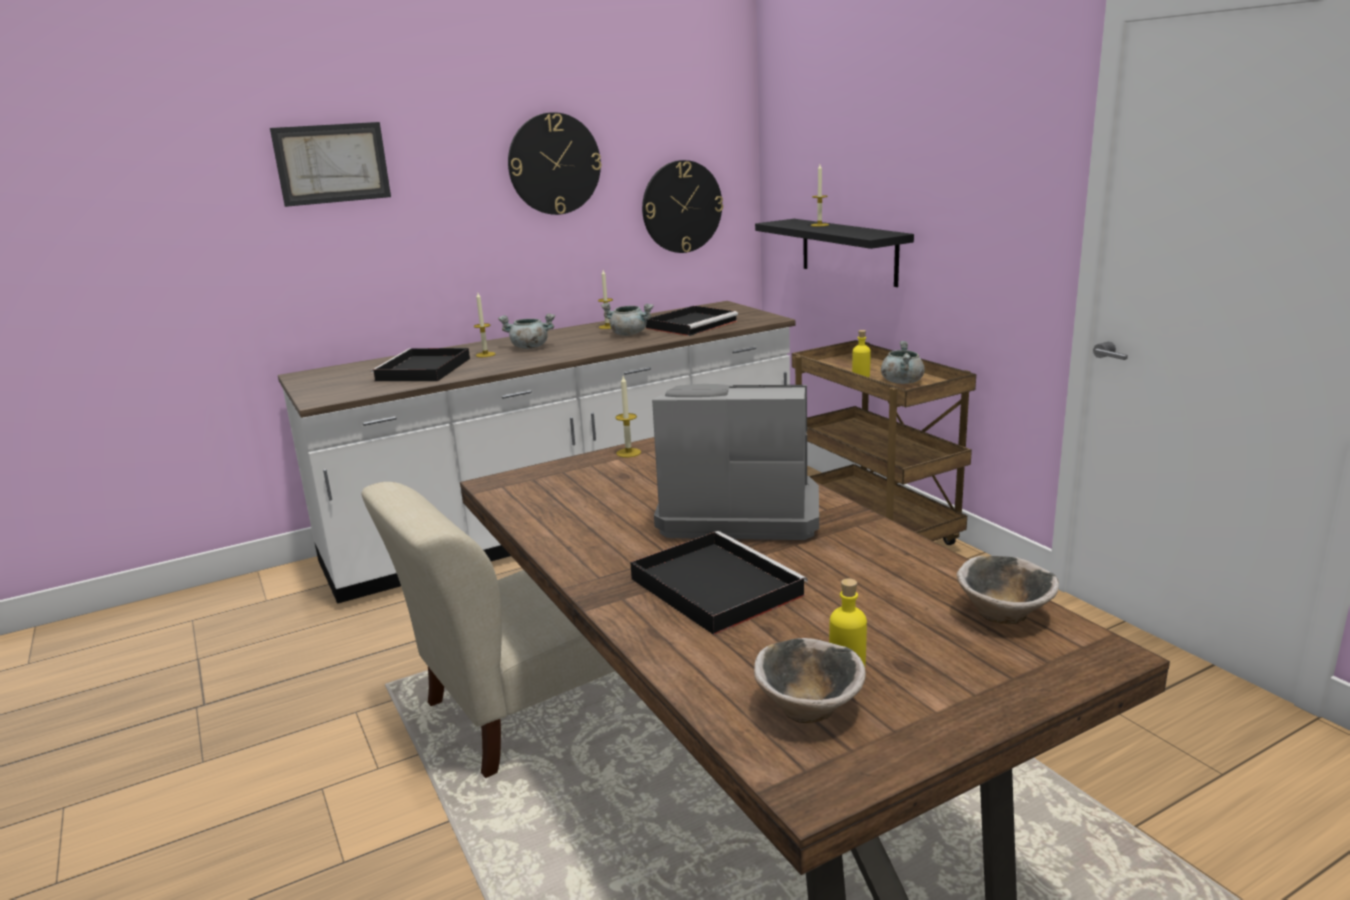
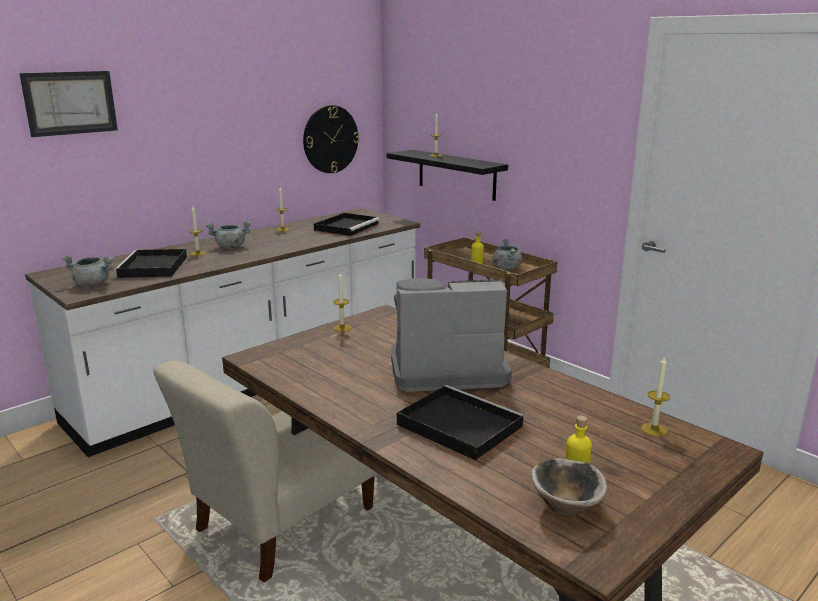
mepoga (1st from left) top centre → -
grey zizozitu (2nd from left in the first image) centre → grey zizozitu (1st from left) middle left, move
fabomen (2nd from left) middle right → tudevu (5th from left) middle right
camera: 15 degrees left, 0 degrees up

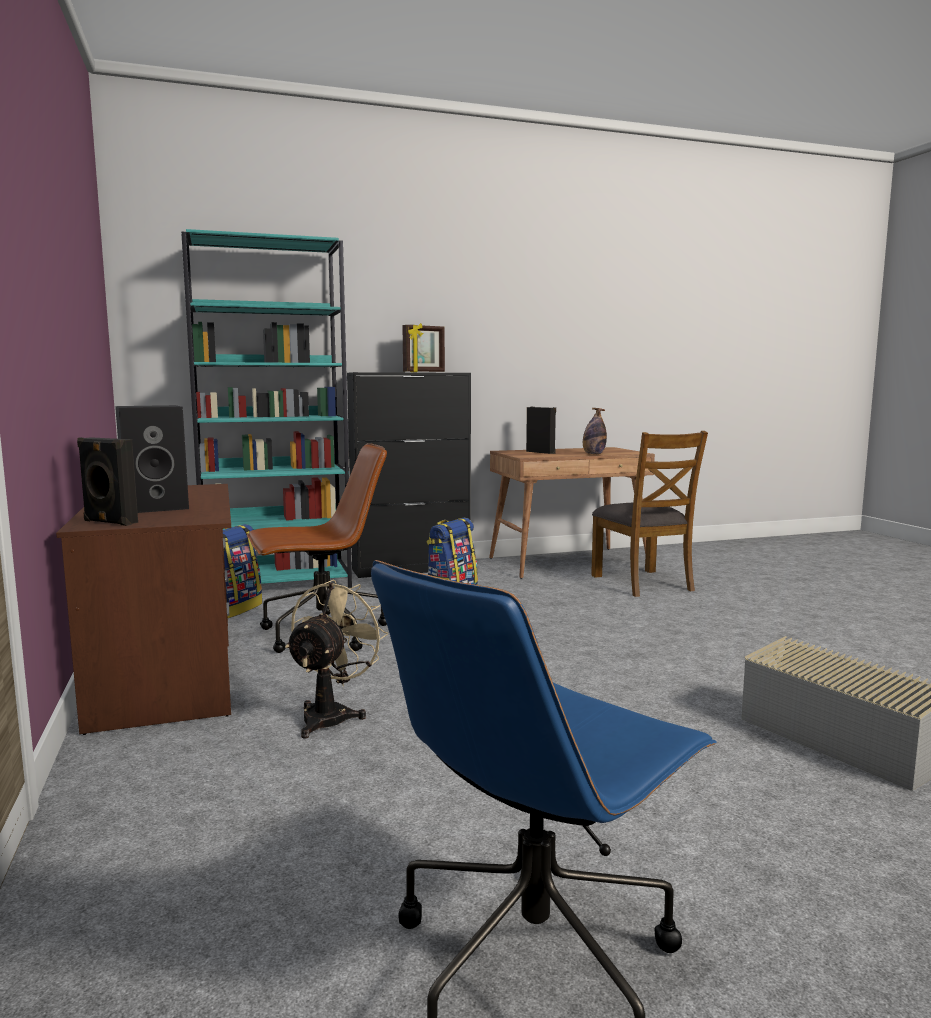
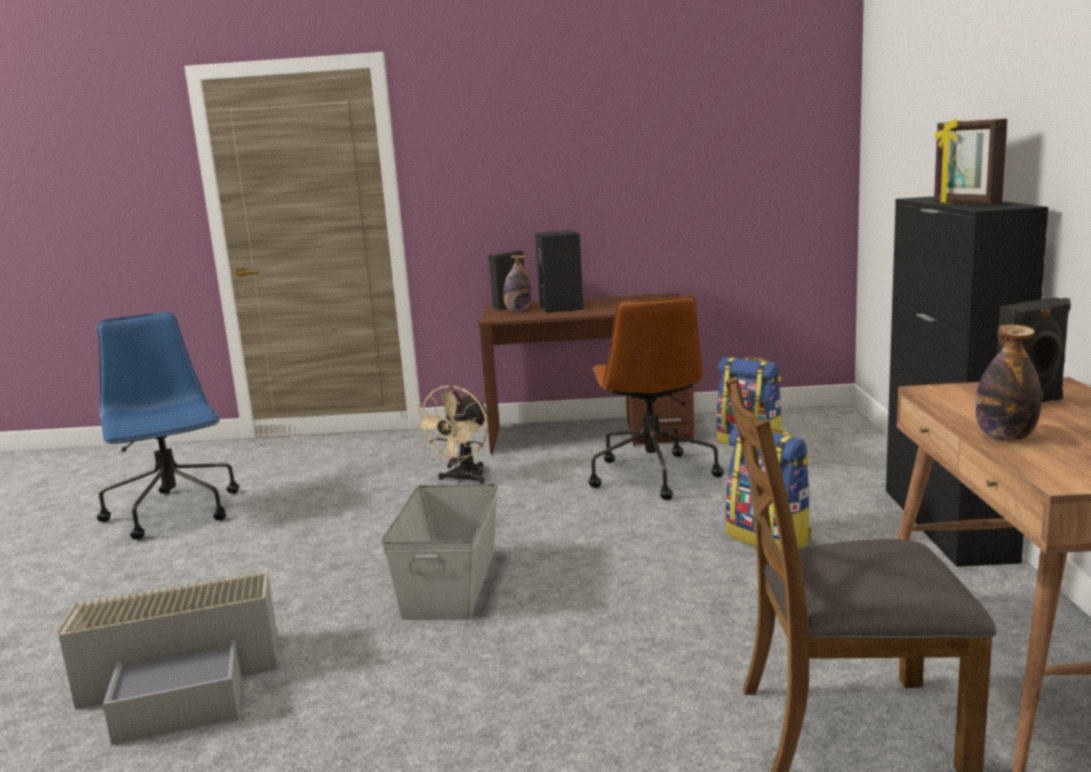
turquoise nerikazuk middle left → -
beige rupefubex centre, 75 degrees clockwise
- → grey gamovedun (2nd from left) bottom centre
- → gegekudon (1st from left) centre
camera: 110 degrees right, 5 degrees up

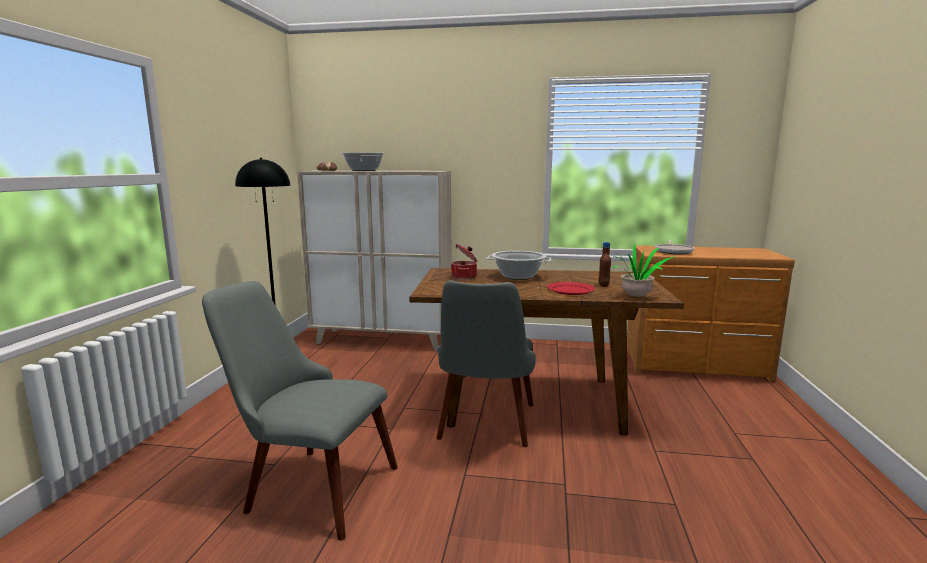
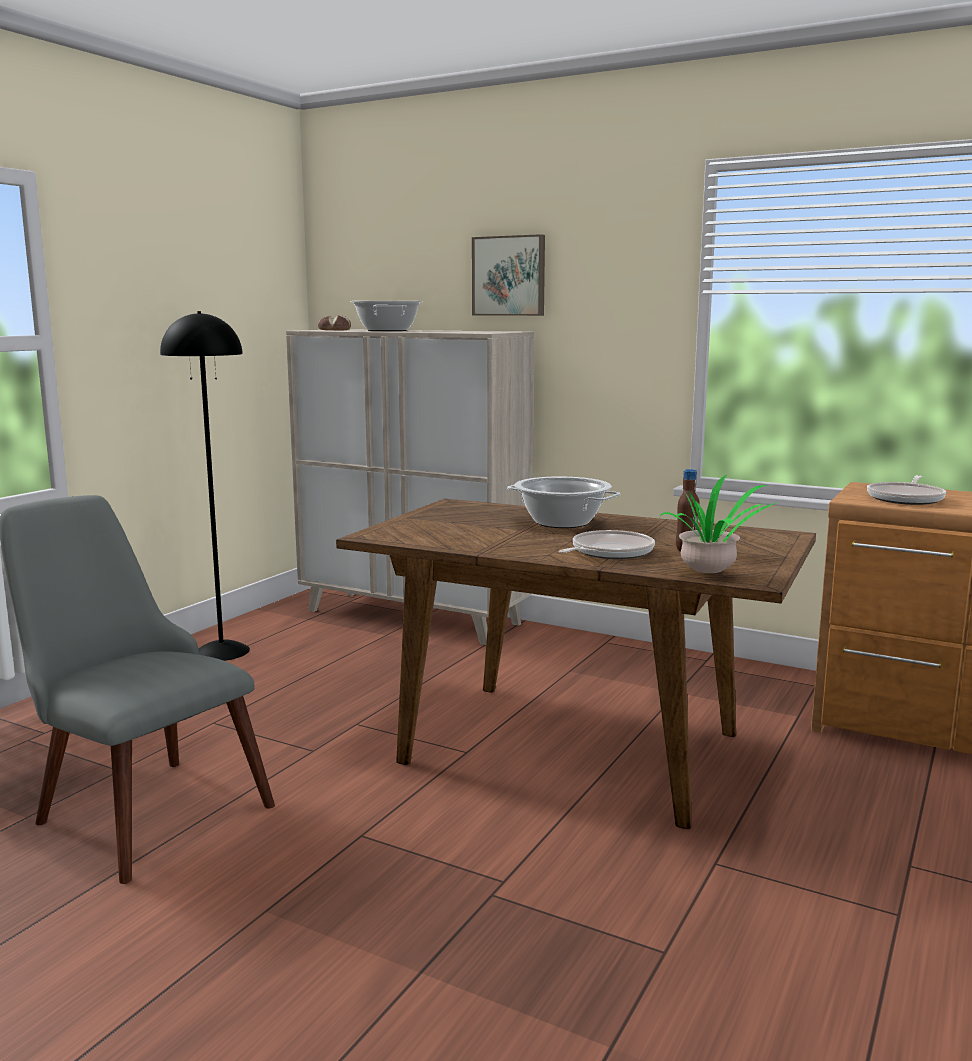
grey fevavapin (2nd from left) centre → -
zizozitu (2nd from left) centre → -
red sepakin centre → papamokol (1st from left) centre
- → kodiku top centre
camera: 20 degrees right, 0 degrees up

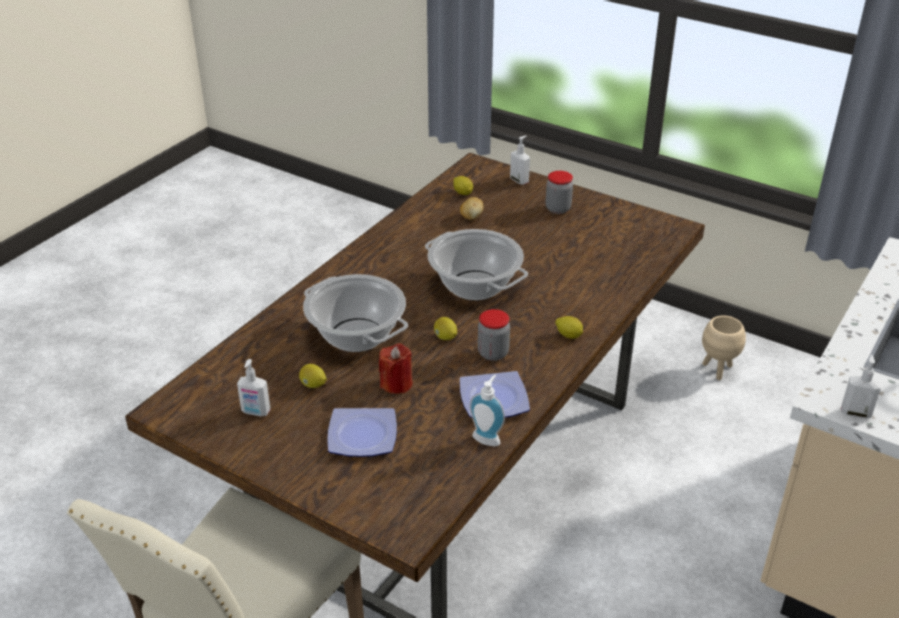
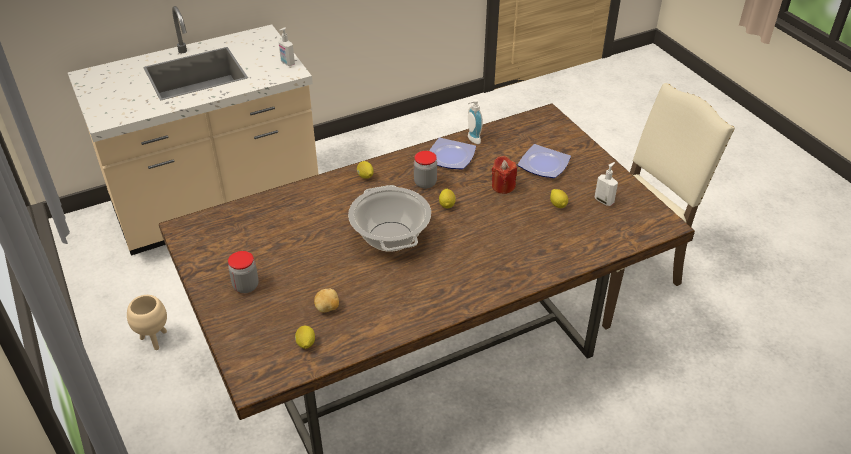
zizozitu (1st from left) centre → -
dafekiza (3rd from left) top centre → -
camera: 150 degrees left, 5 degrees up

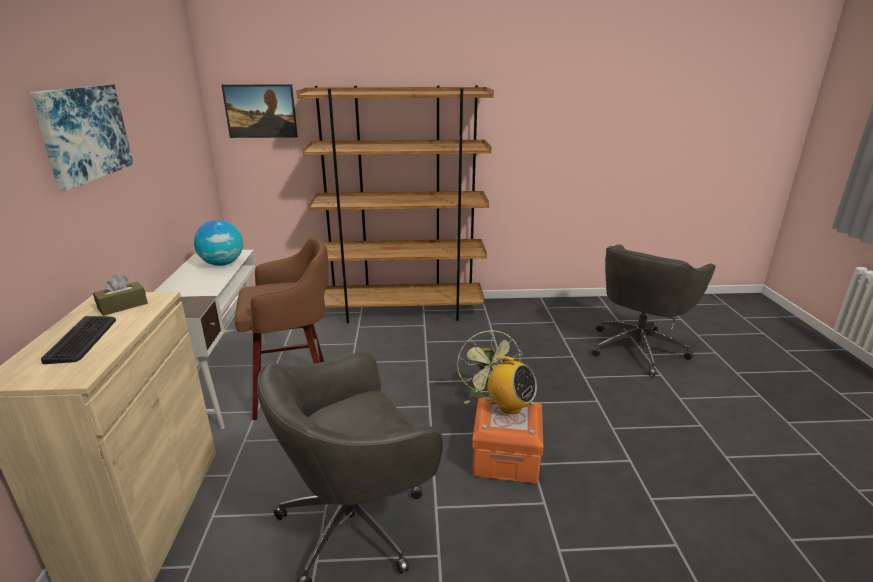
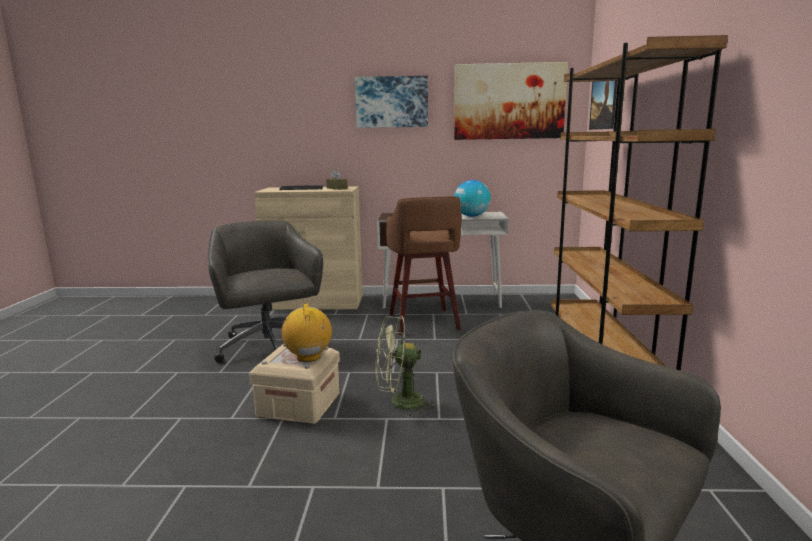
orange gamovedun bottom centre → beige gamovedun bottom centre
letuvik centre, 120 degrees clockwise
- → kodiku (2nd from left) top centre
camera: 95 degrees right, 10 degrees down

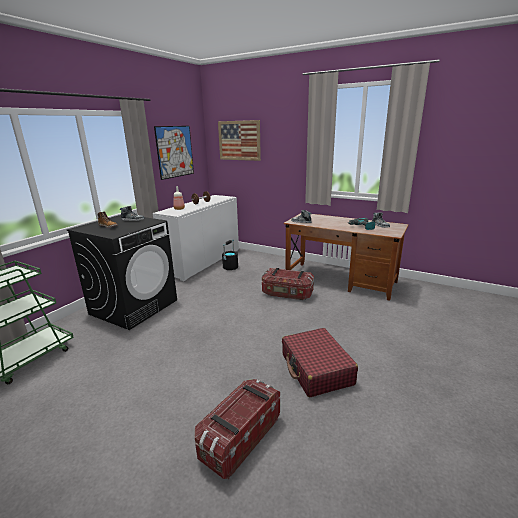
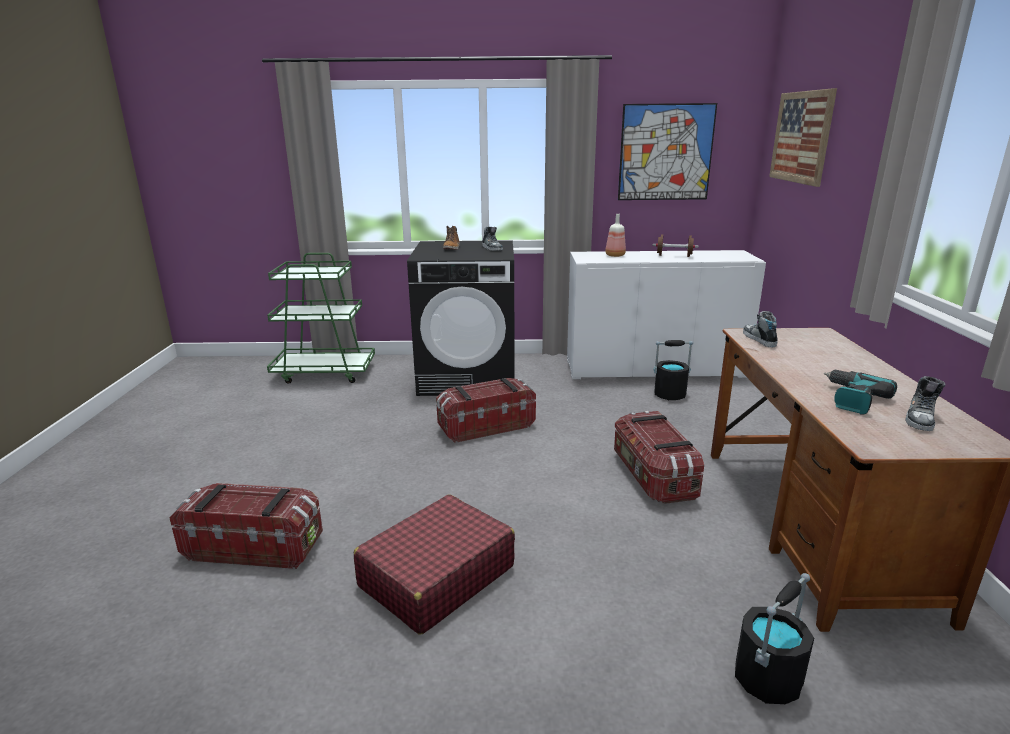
- → gamovedun (2nd from left) centre
- → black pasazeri (2nd from left) bottom right
camera: 60 degrees right, 0 degrees up

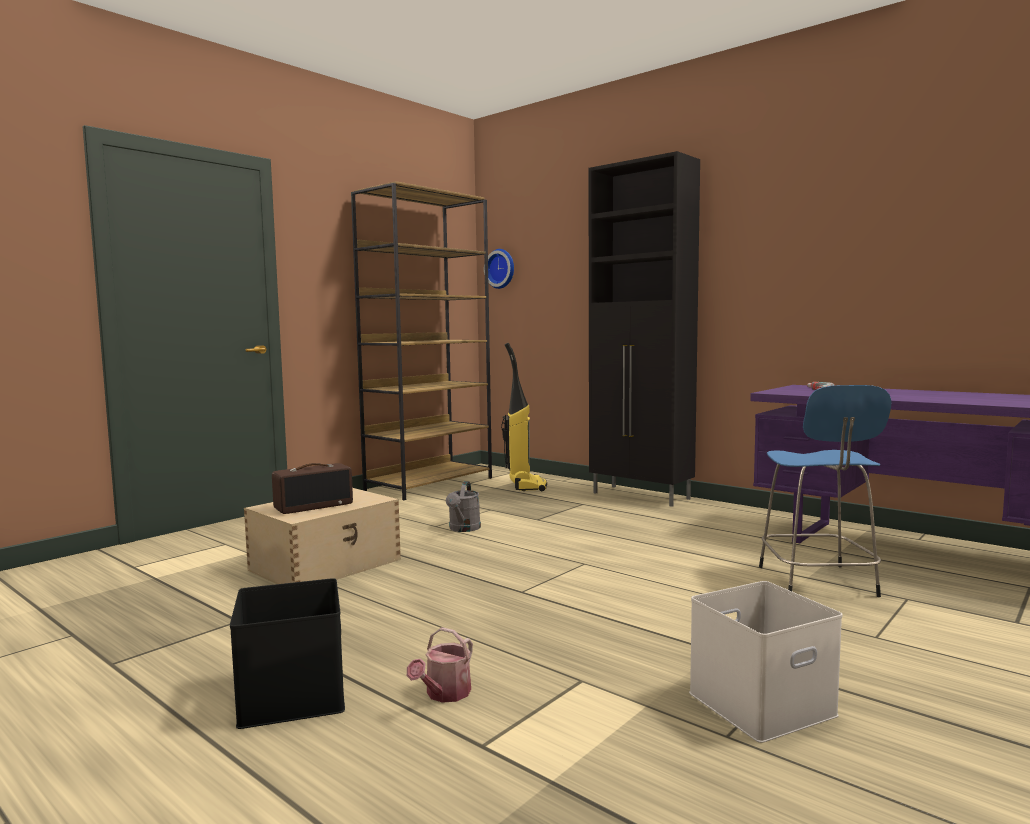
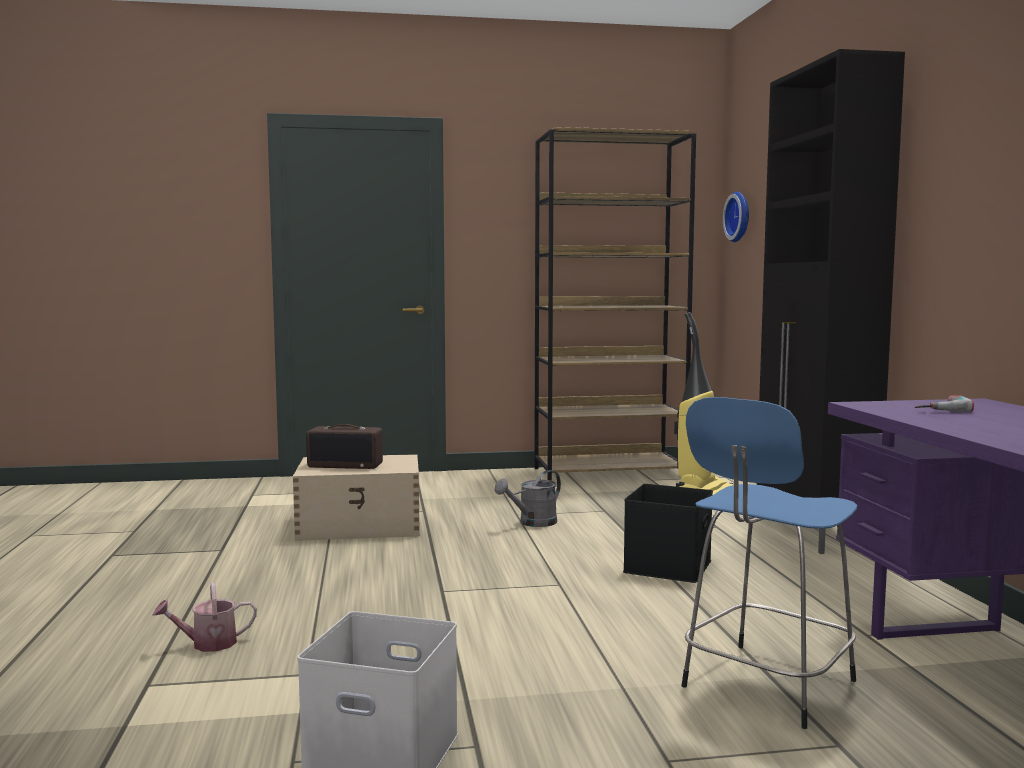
black gamovedun bottom left → black gamovedun bottom centre, move
camera: 40 degrees right, 0 degrees up

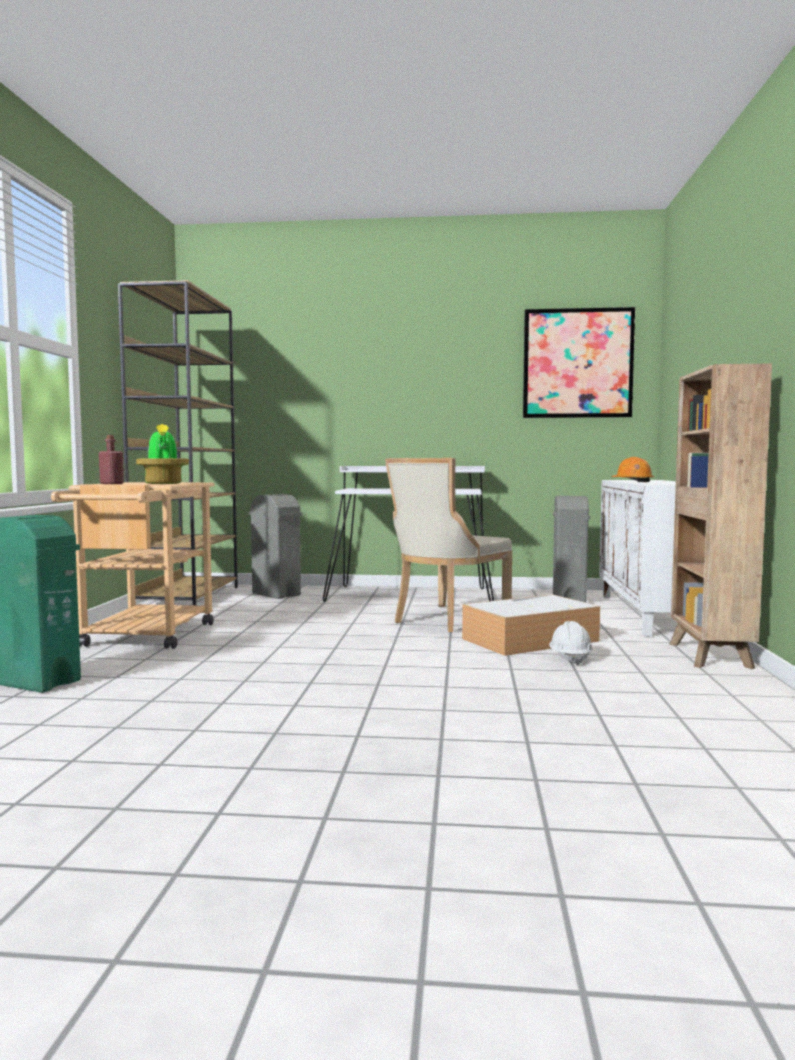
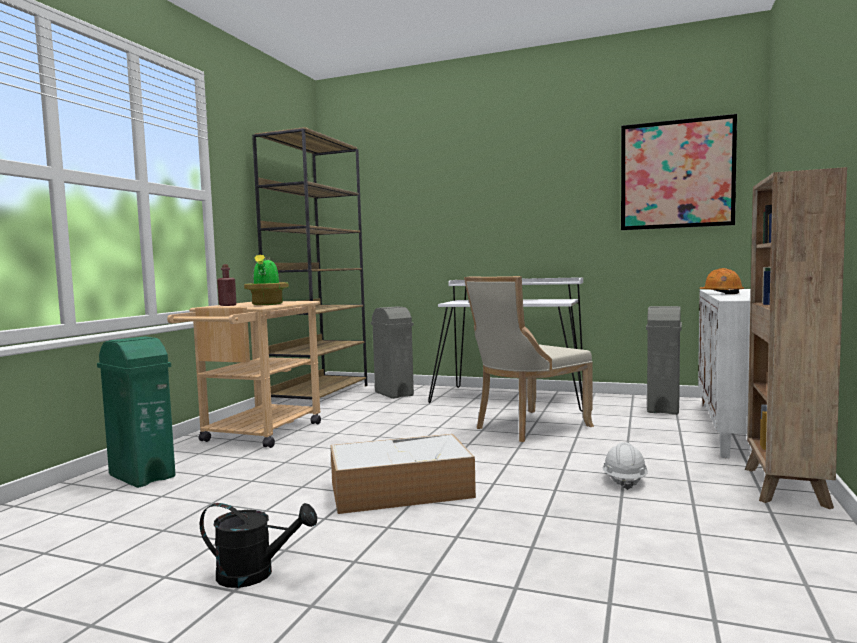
gamovedun middle right → gamovedun bottom centre, move
- → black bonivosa bottom left
camera: 15 degrees right, 0 degrees up

